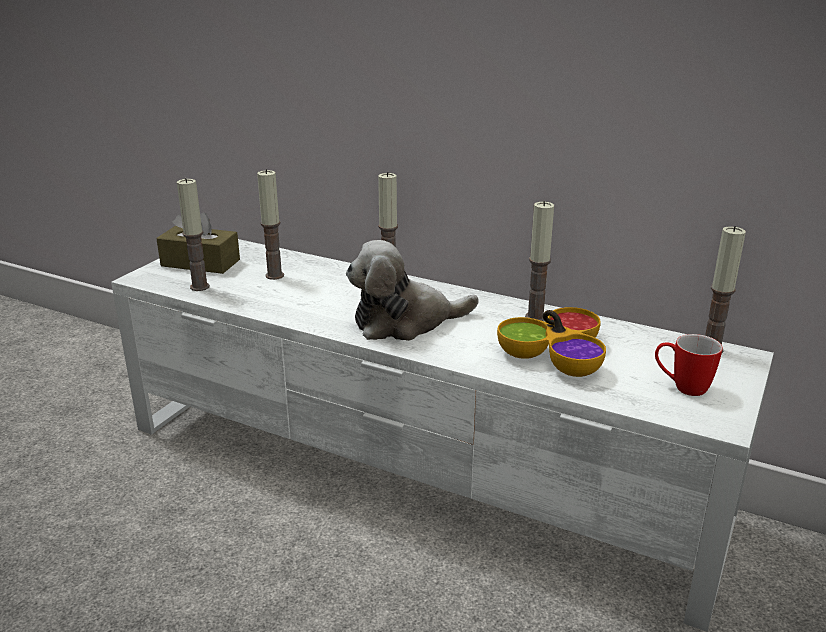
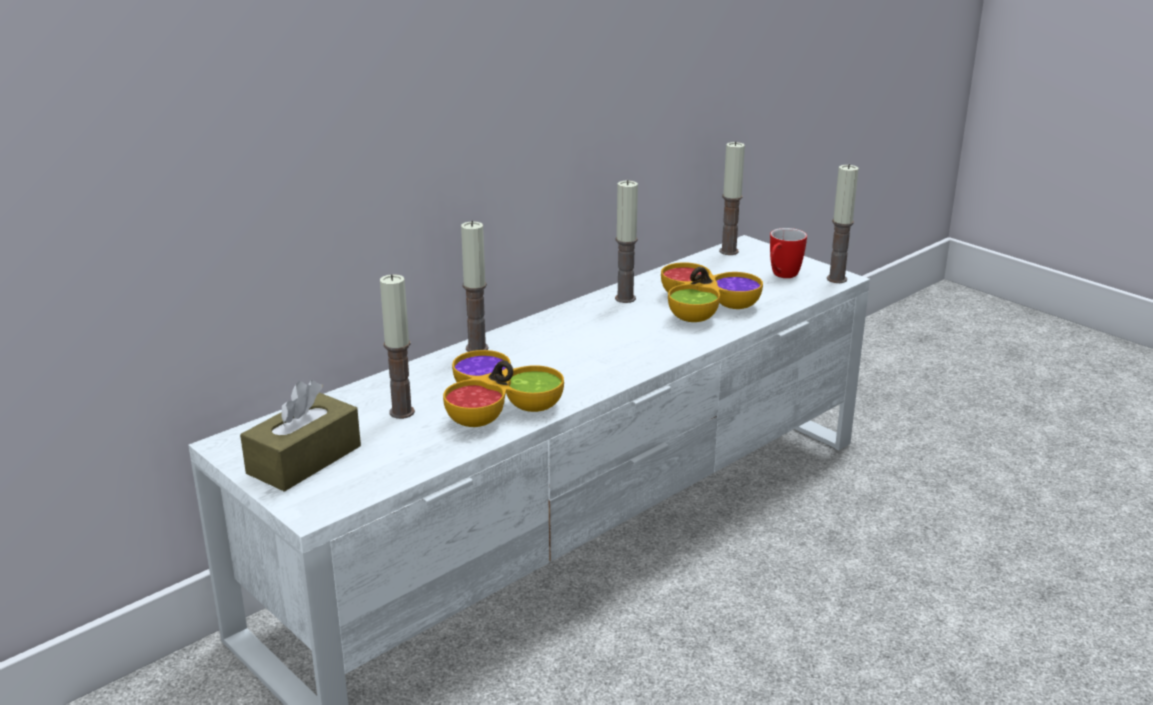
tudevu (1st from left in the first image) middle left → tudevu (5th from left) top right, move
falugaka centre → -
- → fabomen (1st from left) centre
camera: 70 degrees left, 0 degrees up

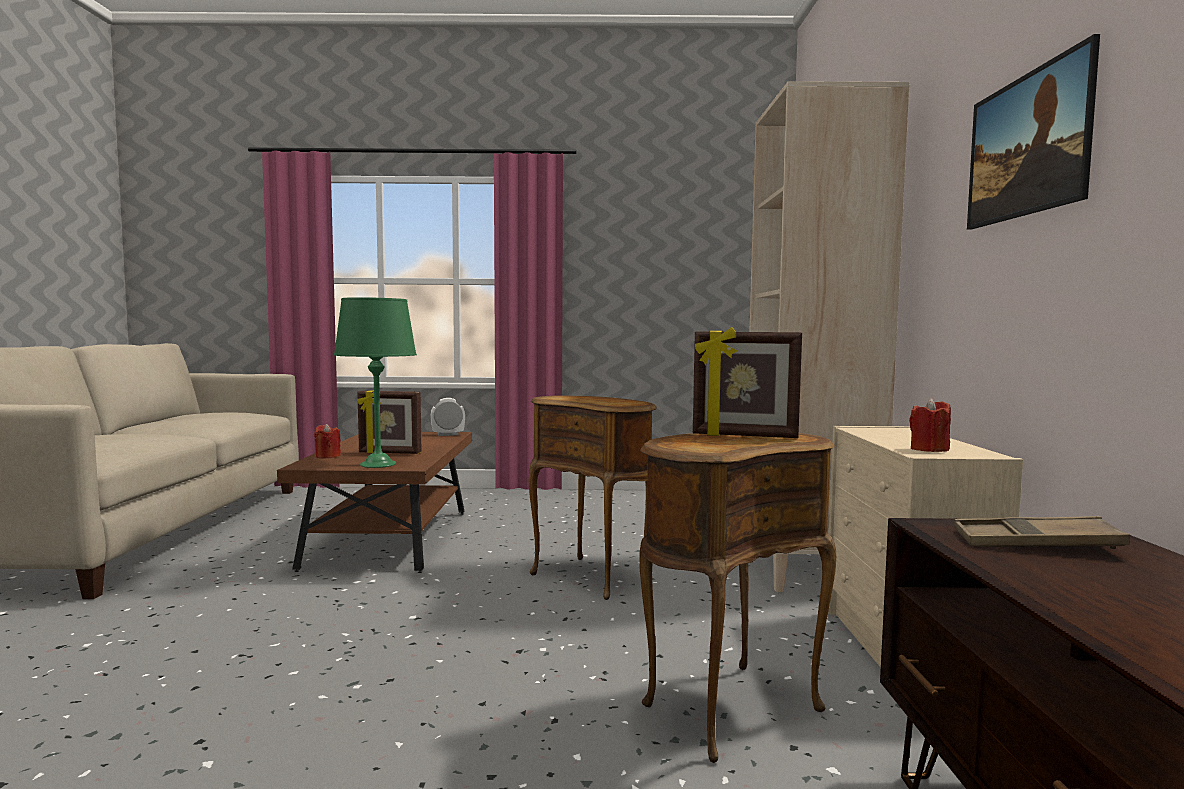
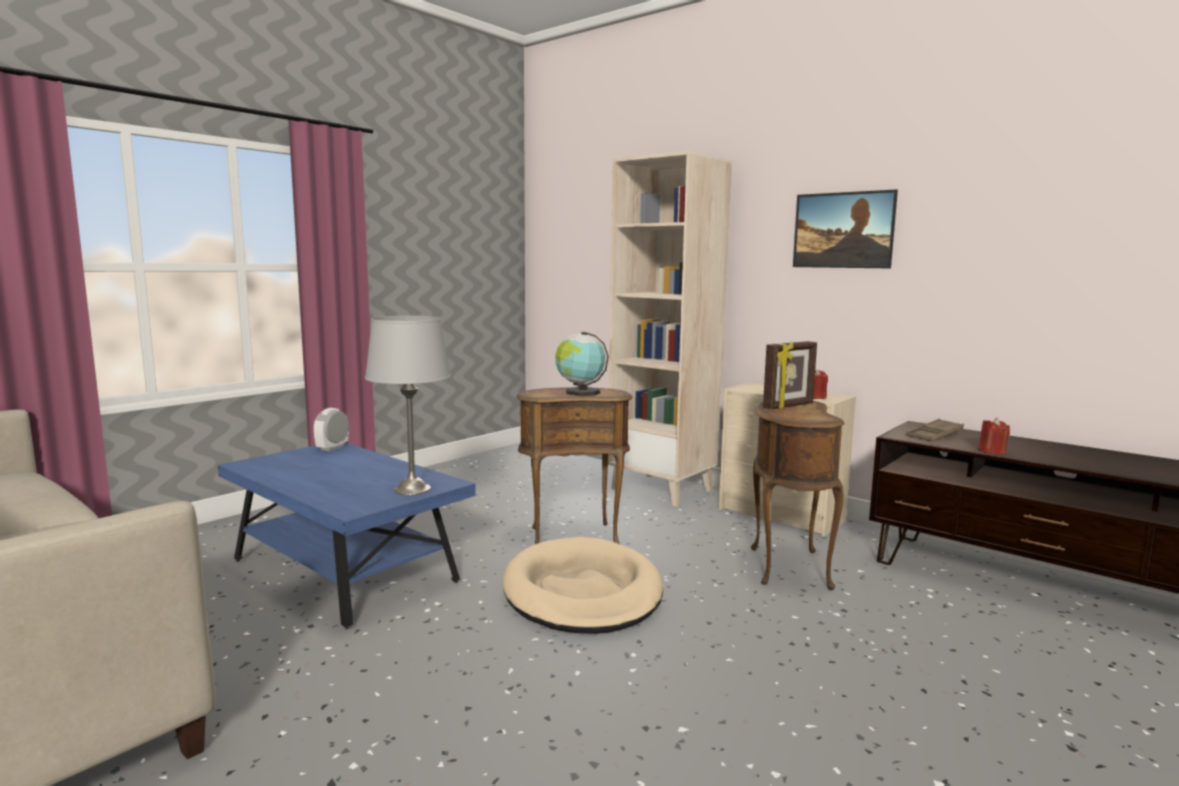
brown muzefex middle left → blue muzefex bottom left
red tudevu (1st from left in the first image) middle left → red tudevu (2nd from left) middle right, move
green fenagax middle left → grey fenagax centre
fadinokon (1st from left) middle left → -
- → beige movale bottom centre
- → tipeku centre
camera: 50 degrees left, 5 degrees up

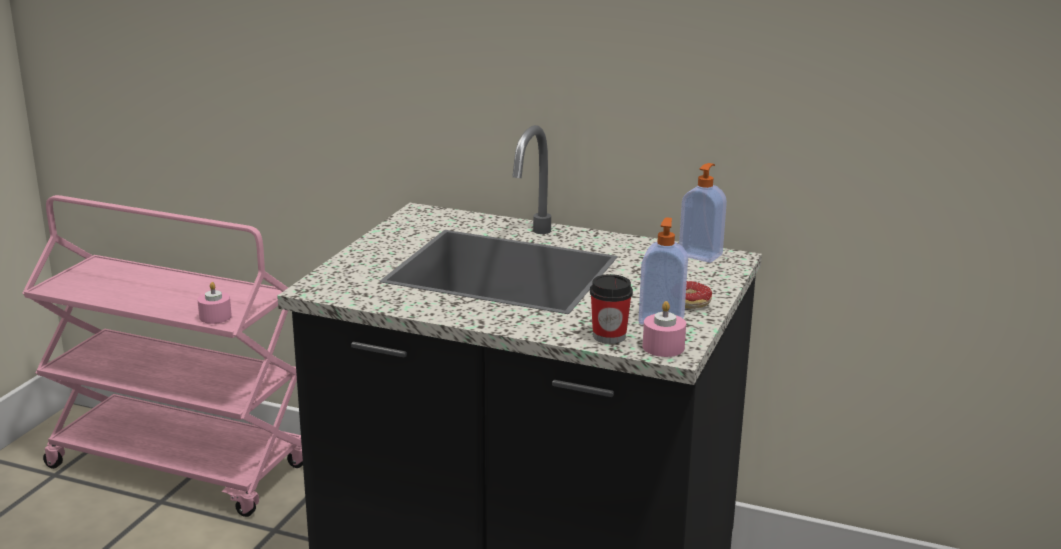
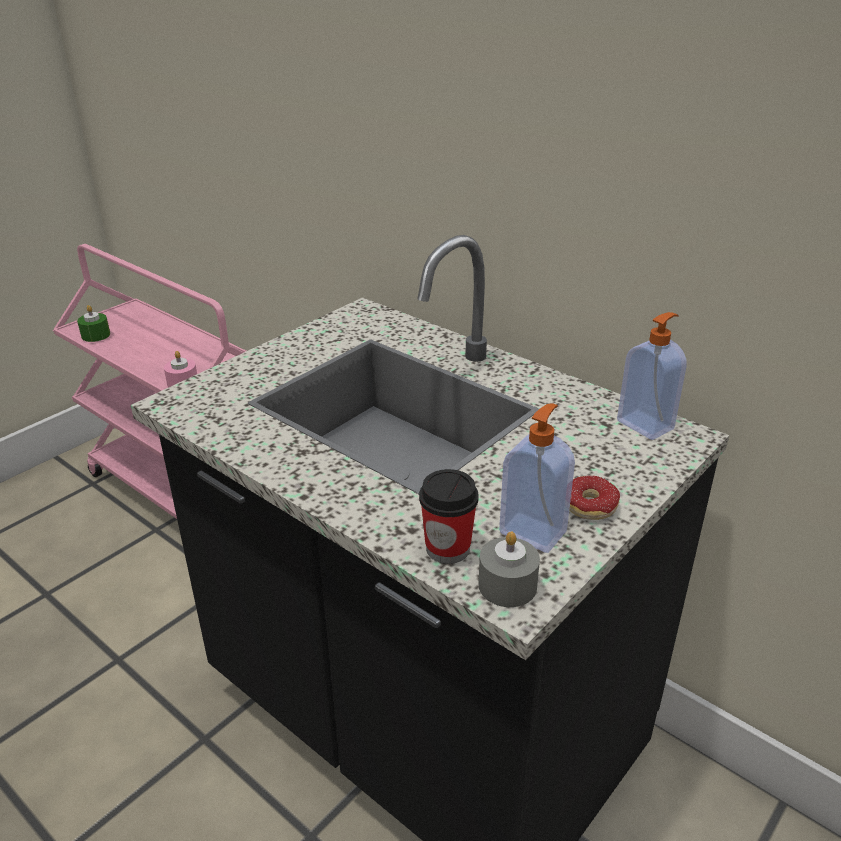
pink tudevu (2nd from left) centre → grey tudevu bottom centre
- → green tudevu middle left
camera: 20 degrees right, 10 degrees up

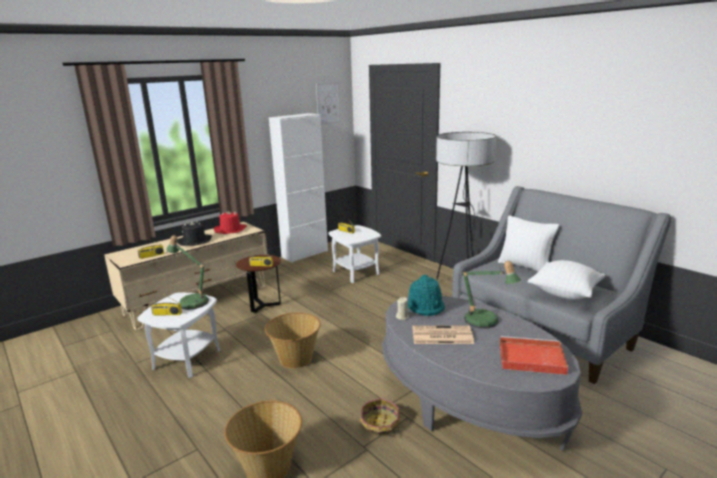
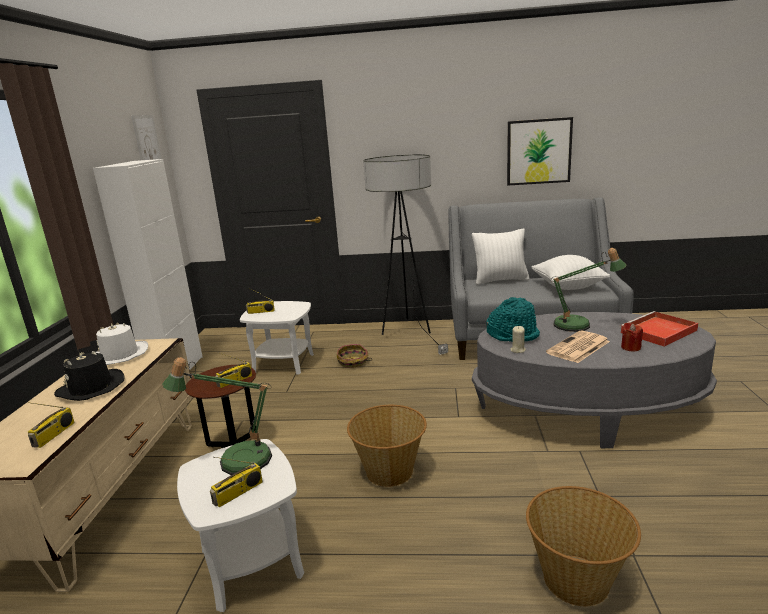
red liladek middle left → white liladek middle left
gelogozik (3rd from left in the first image) bottom centre → gelogozik (1st from left) centre, move
- → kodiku (2nd from left) top right
- → red tudevu middle right
camera: 45 degrees left, 0 degrees up

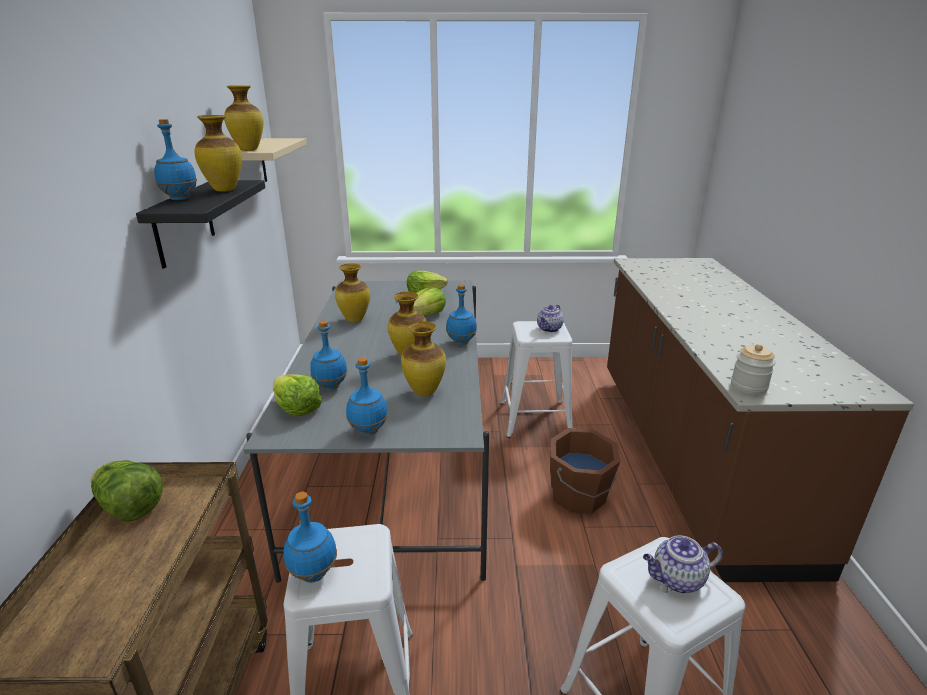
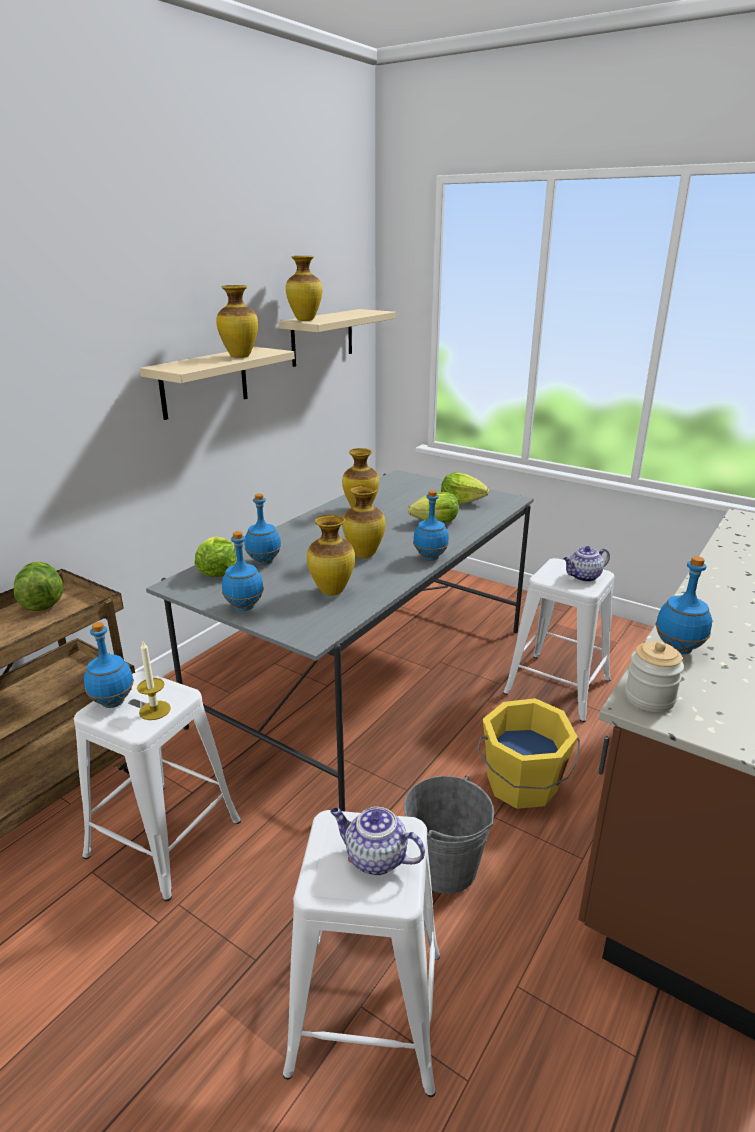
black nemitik top left → beige nemitik (1st from left) middle left
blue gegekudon (1st from left in the first image) top left → blue gegekudon (5th from left) middle right, move
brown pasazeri bottom centre → yellow pasazeri middle right
- → tudevu middle left
- → grey pasazeri bottom centre
camera: 35 degrees right, 0 degrees up

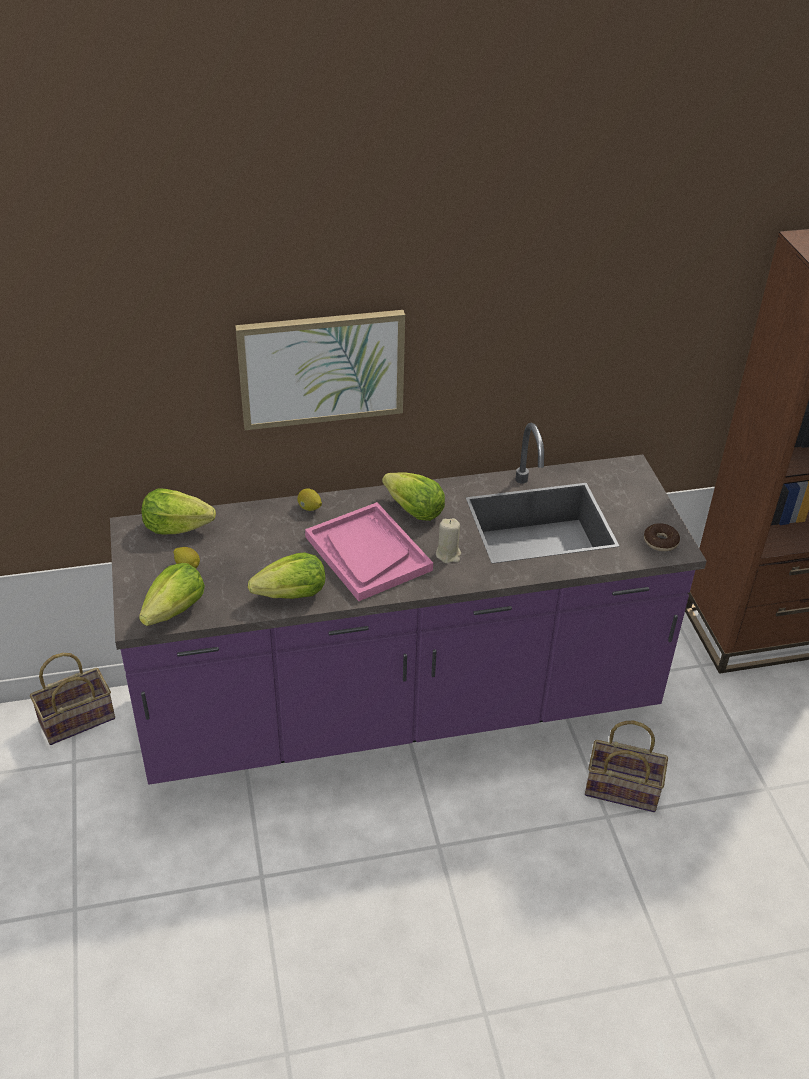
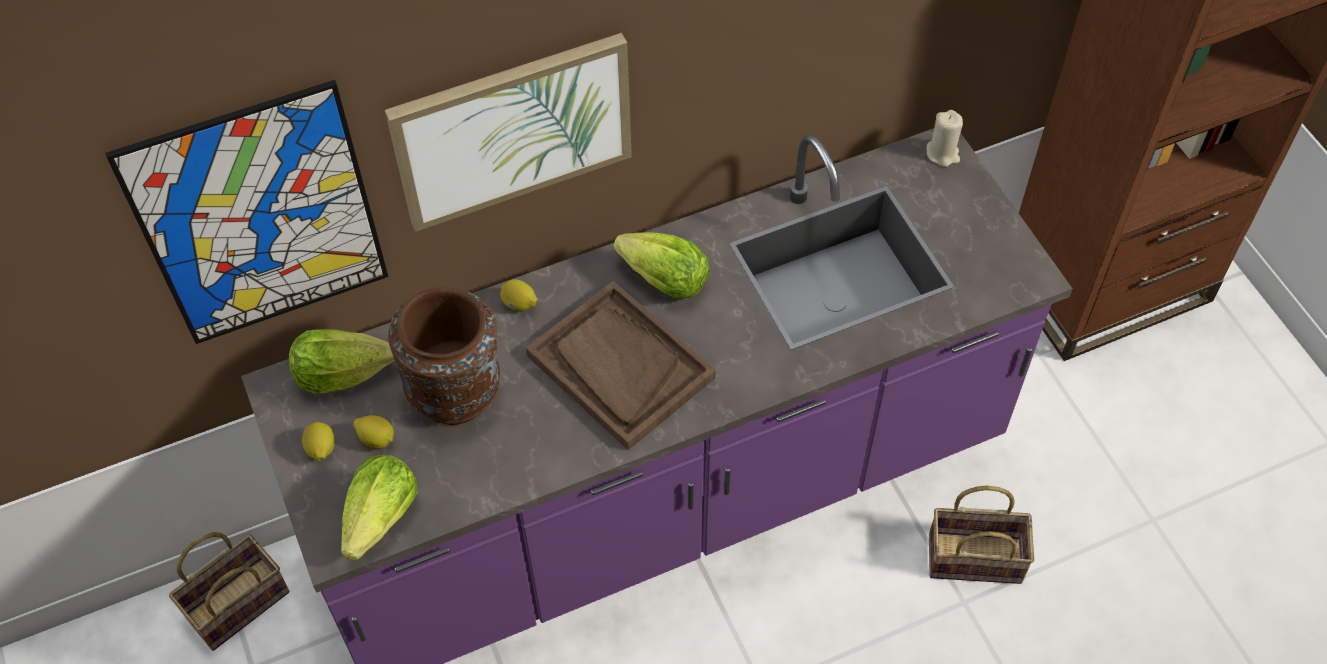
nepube (3rd from left) centre → -
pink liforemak centre → brown liforemak centre
beige tudevu centre → beige tudevu top right, move
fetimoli middle right → -
- → kodiku (1st from left) top left
- → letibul (1st from left) middle left
- → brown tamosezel centre
camera: 10 degrees left, 15 degrees up

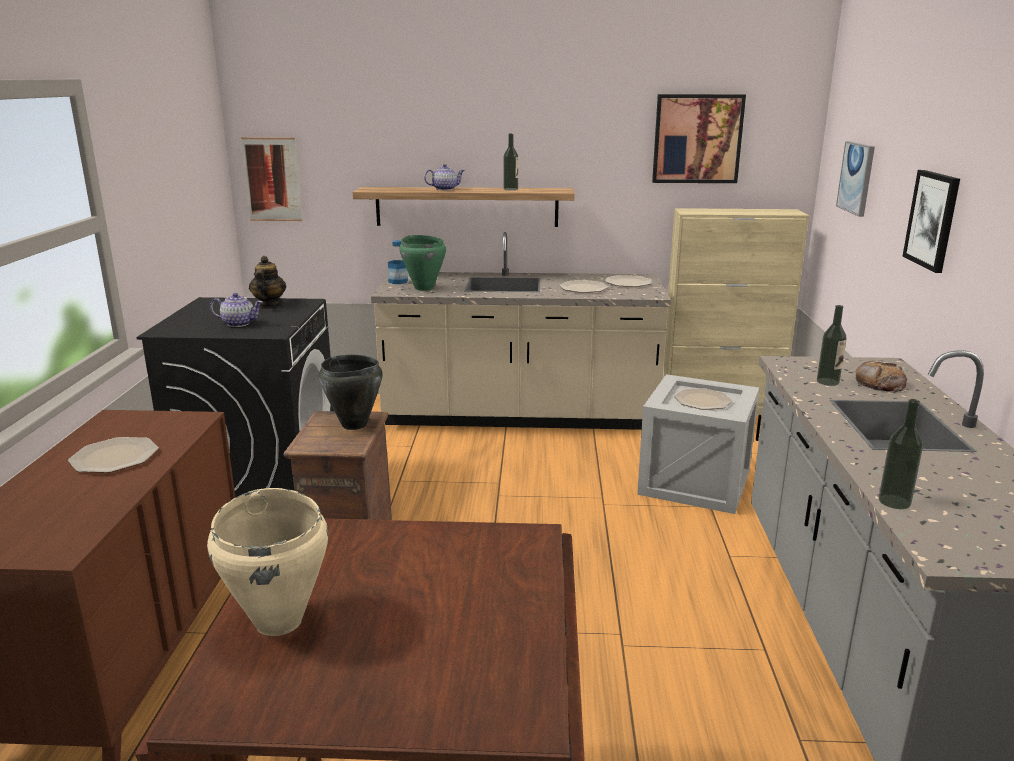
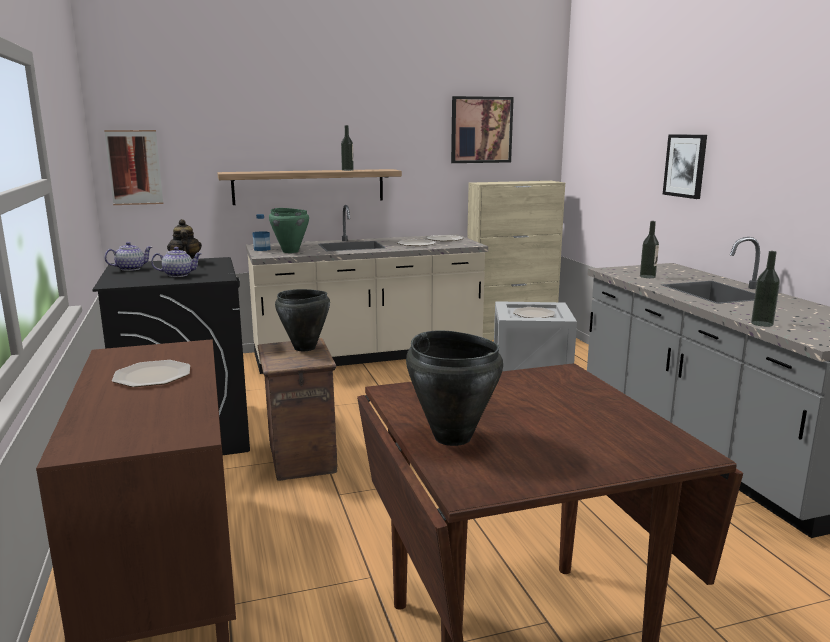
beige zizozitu bottom left → black zizozitu (2nd from left) centre
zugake (3rd from left in the first image) top centre → zugake (1st from left) middle left, move
kodiku (3rd from left) top right → -
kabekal middle right → -
camera: 20 degrees left, 5 degrees down

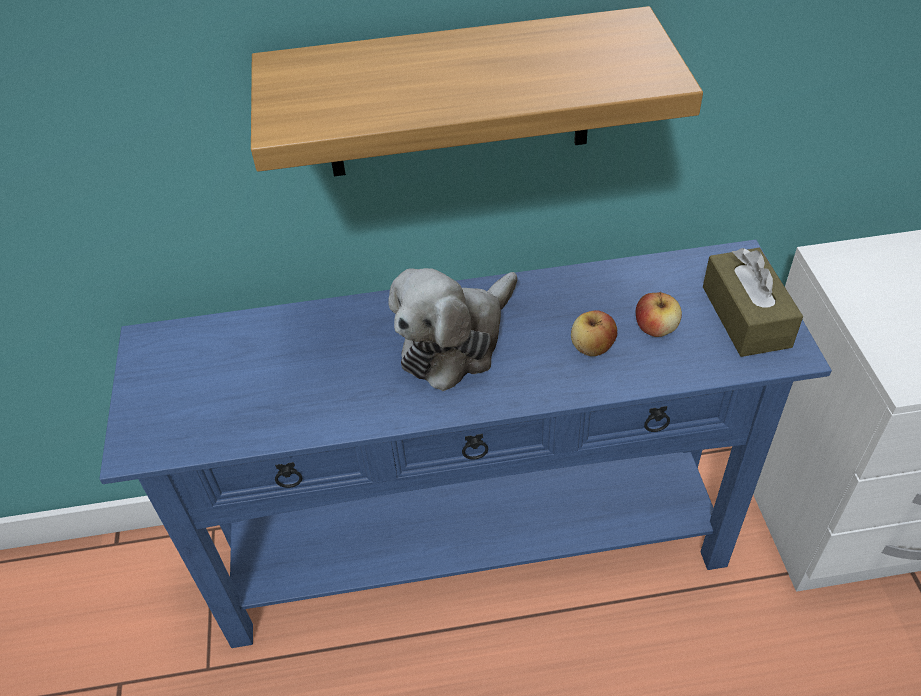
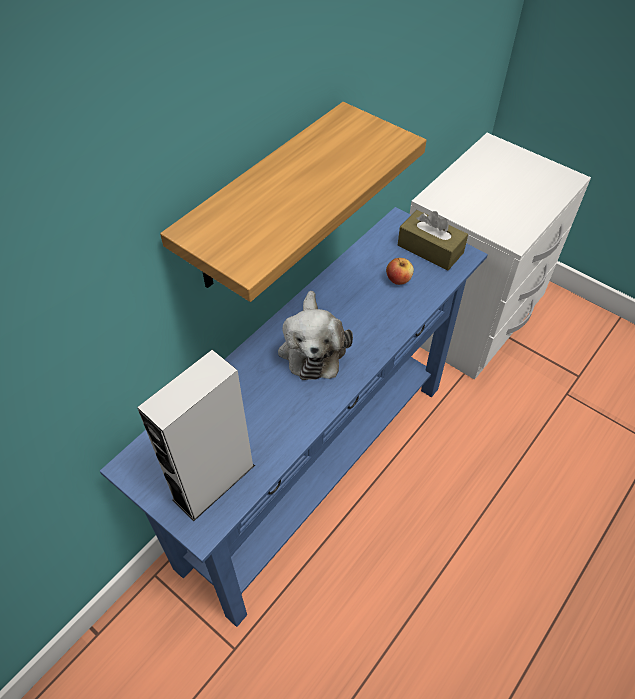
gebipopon (1st from left) centre → -
- → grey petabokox middle left
camera: 45 degrees left, 5 degrees up

